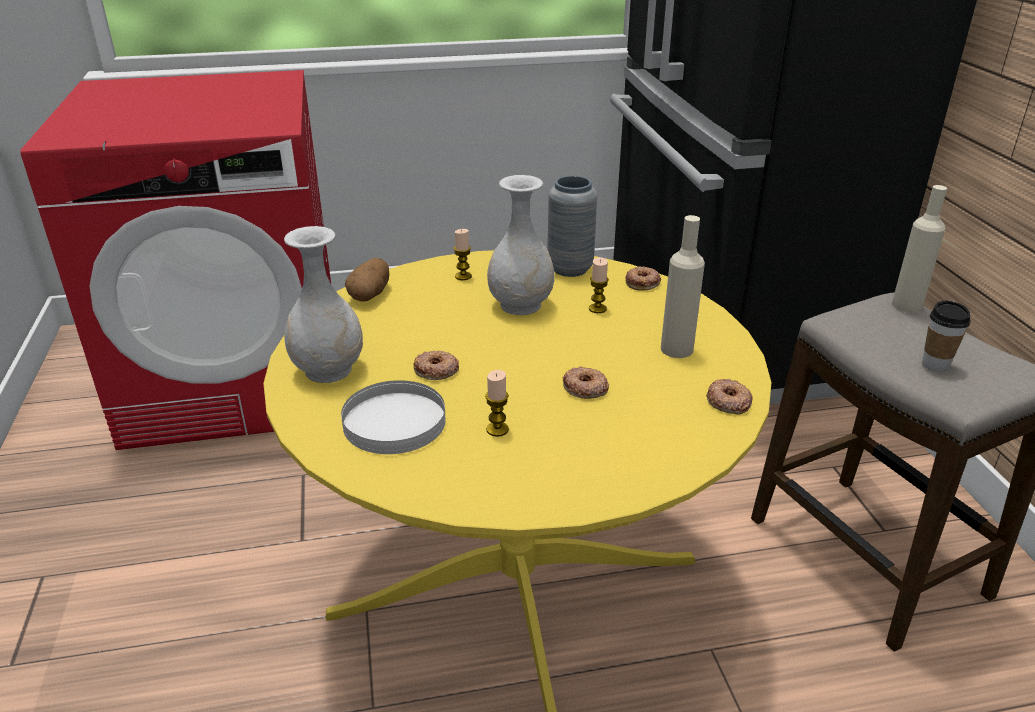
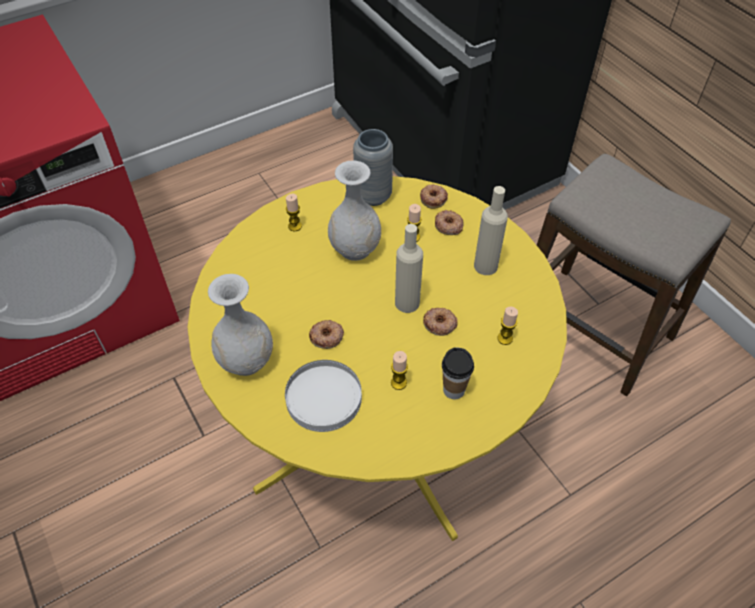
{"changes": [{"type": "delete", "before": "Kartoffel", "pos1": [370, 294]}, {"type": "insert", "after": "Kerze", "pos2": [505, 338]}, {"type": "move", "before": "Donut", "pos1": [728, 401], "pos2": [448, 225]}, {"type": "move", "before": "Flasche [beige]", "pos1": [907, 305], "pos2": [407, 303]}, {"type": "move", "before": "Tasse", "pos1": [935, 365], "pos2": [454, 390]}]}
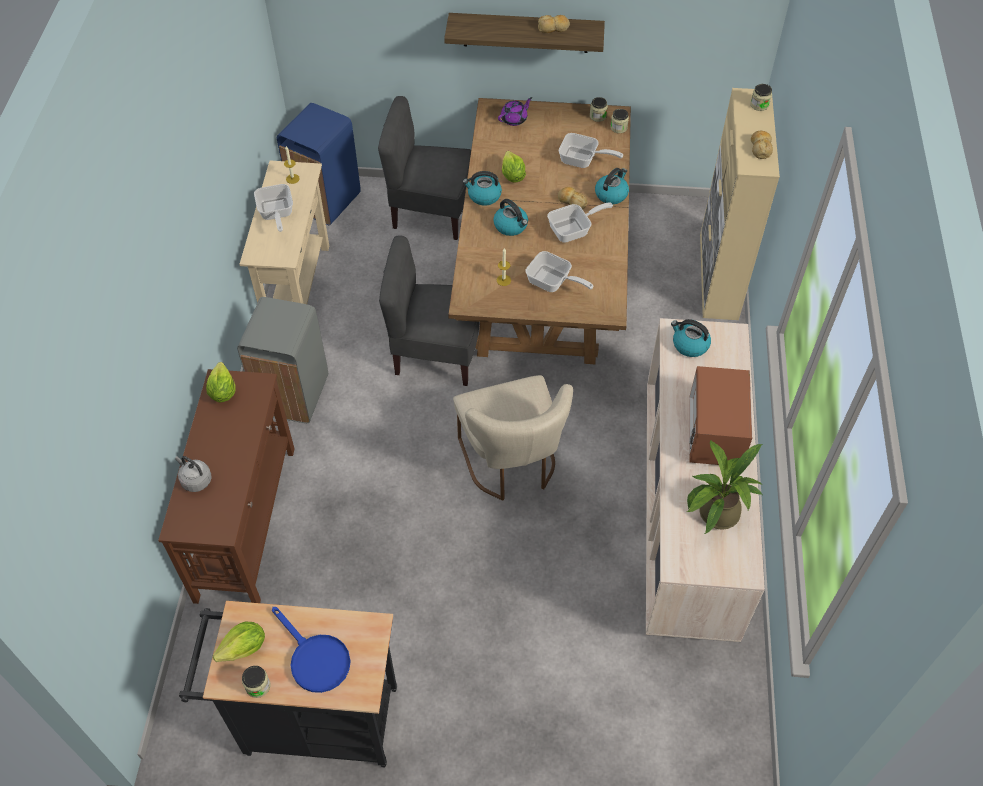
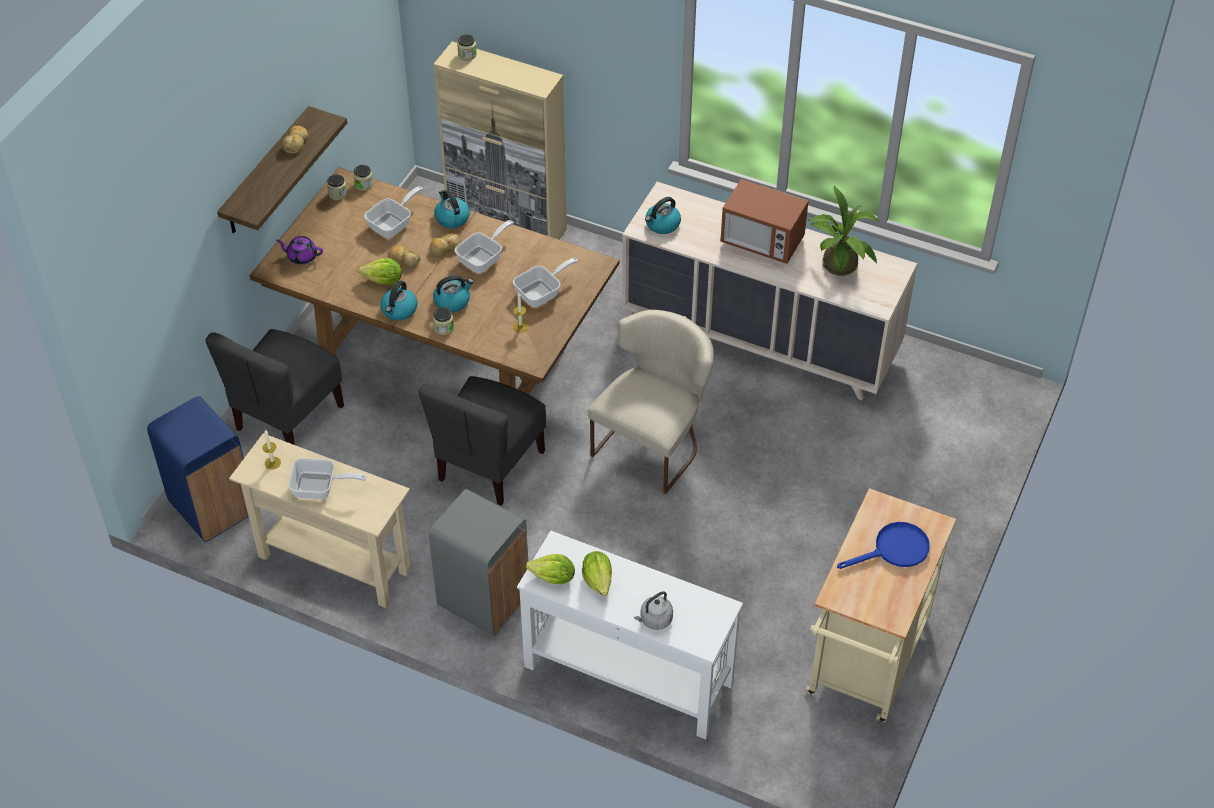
{"changes": [{"type": "move", "before": "Salatkopf", "pos1": [244, 649], "pos2": [598, 580]}, {"type": "move", "before": "Vorratsglas", "pos1": [258, 686], "pos2": [444, 328]}, {"type": "move", "before": "Brot", "pos1": [760, 148], "pos2": [404, 260]}, {"type": "recolor", "before": "Konsolentisch [braun]", "after": "Konsolentisch [weiß]", "pos1": [247, 521], "pos2": [627, 674]}, {"type": "recolor", "before": "Rollwagen [schwarz]", "after": "Rollwagen [beige]", "pos1": [312, 720], "pos2": [865, 665]}, {"type": "rotate", "before": "Stuhl [beige]", "pos1": [512, 464], "pos2": [653, 443], "turn": -60}, {"type": "rotate", "before": "Teekanne [lila]", "pos1": [514, 119], "pos2": [302, 256], "turn": -60}, {"type": "rotate", "before": "Pfanne", "pos1": [574, 230], "pos2": [484, 258], "turn": 45}]}
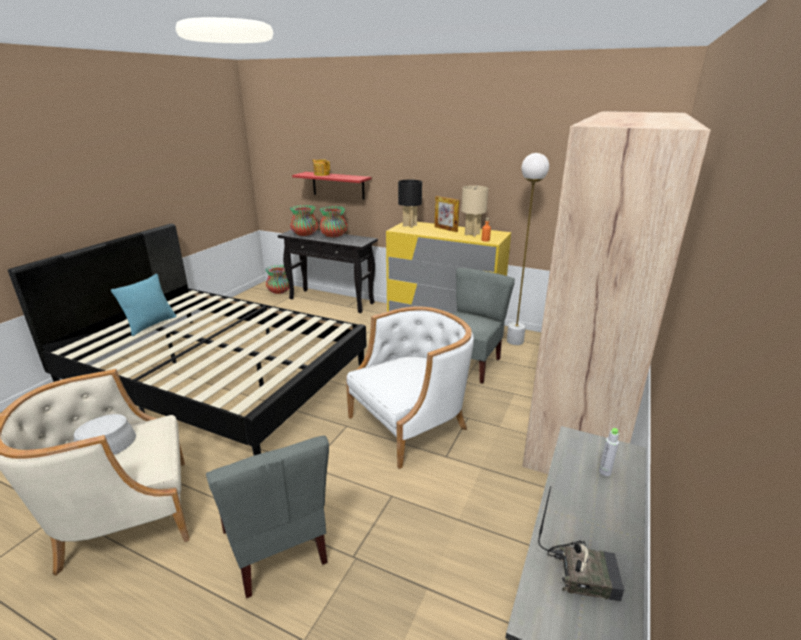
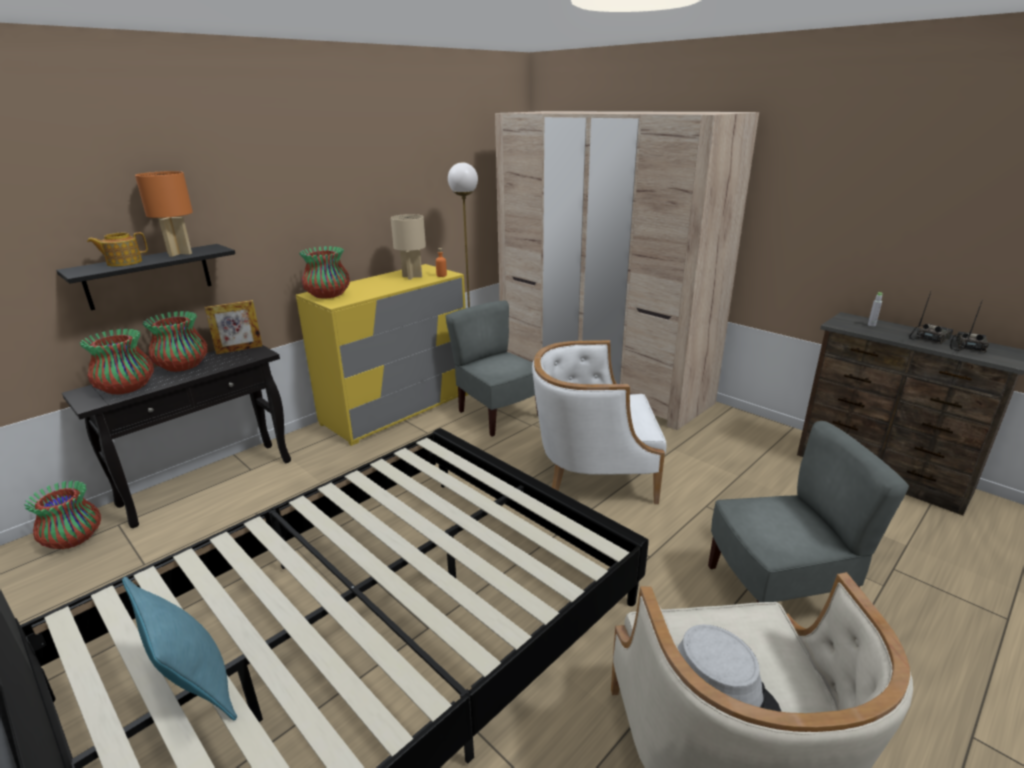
{"changes": [{"type": "insert", "after": "Tischlampe [orange]", "pos2": [180, 253]}, {"type": "insert", "after": "Radio", "pos2": [929, 338]}, {"type": "move", "before": "Bilderrahmen", "pos1": [445, 229], "pos2": [239, 349]}, {"type": "replace", "before": "Tischlampe [schwarz]", "after": "Vase", "pos1": [410, 225], "pos2": [328, 295]}, {"type": "recolor", "before": "Wandregal [rot]", "after": "Wandregal [schwarz]", "pos1": [338, 185], "pos2": [148, 276]}, {"type": "rotate", "before": "Sessel [weiß]", "pos1": [411, 424], "pos2": [593, 472], "turn": -75}]}
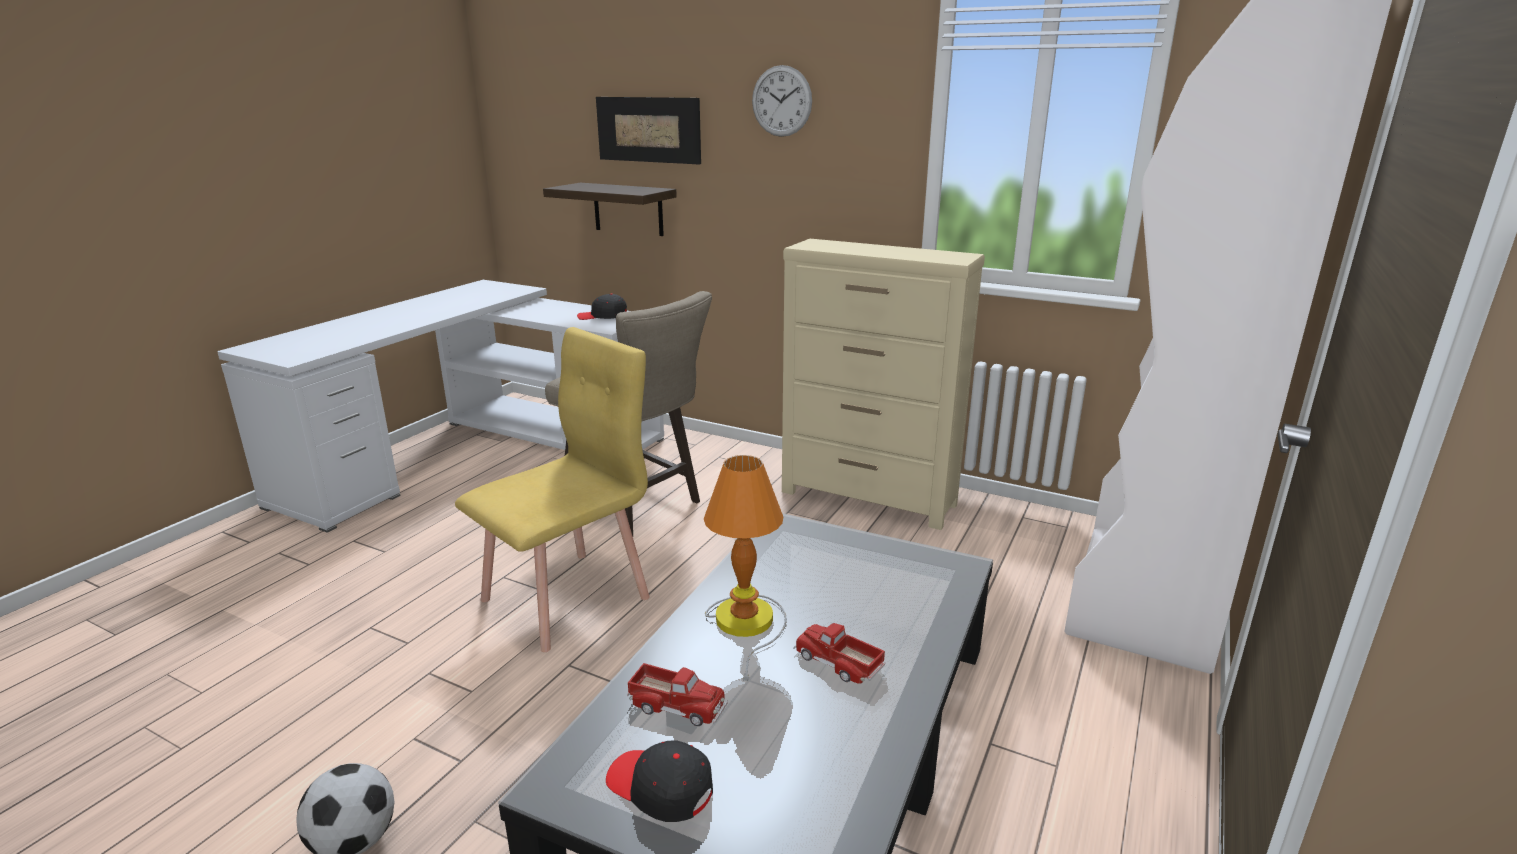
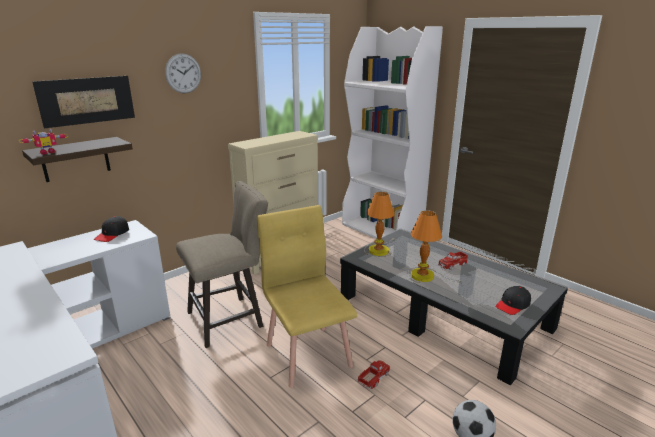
{"changes": [{"type": "insert", "after": "Spielzeugroboter", "pos2": [47, 152]}, {"type": "insert", "after": "Tischlampe", "pos2": [378, 250]}, {"type": "move", "before": "Spielzeuglaster", "pos1": [677, 705], "pos2": [374, 378]}]}
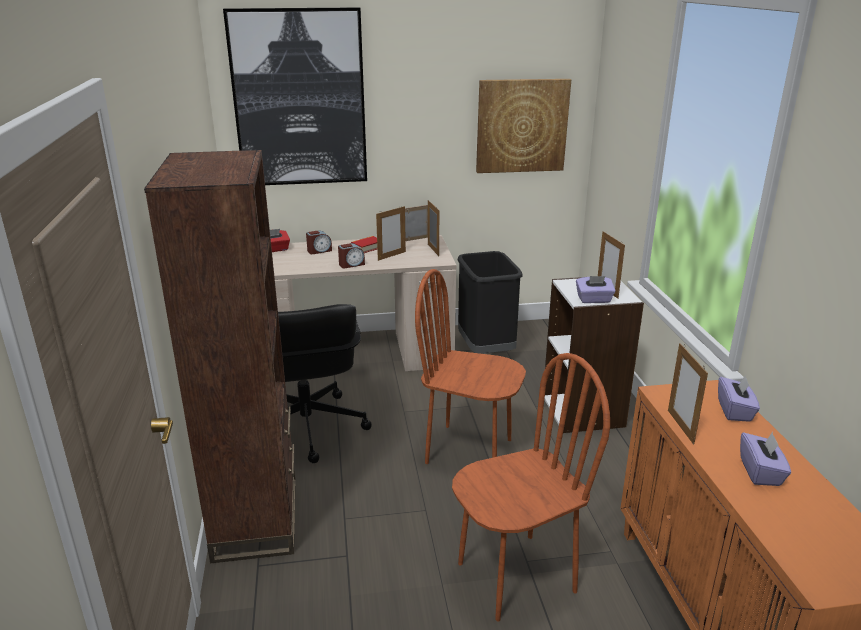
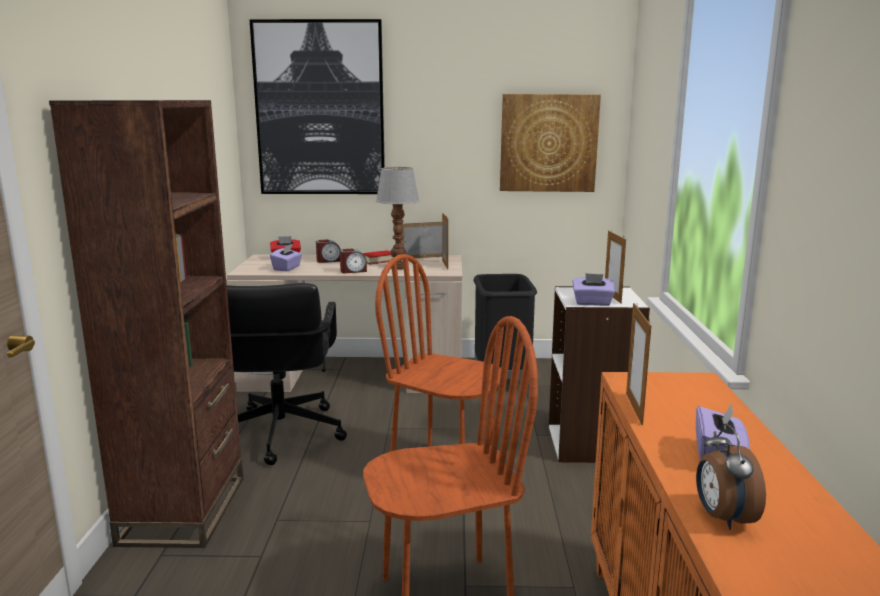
{"changes": [{"type": "insert", "after": "Wecker", "pos2": [722, 518]}, {"type": "move", "before": "Taschentuchbox [lila]", "pos1": [735, 411], "pos2": [287, 268]}, {"type": "replace", "before": "Bilderrahmen", "after": "Tischlampe", "pos1": [391, 256], "pos2": [399, 267]}]}
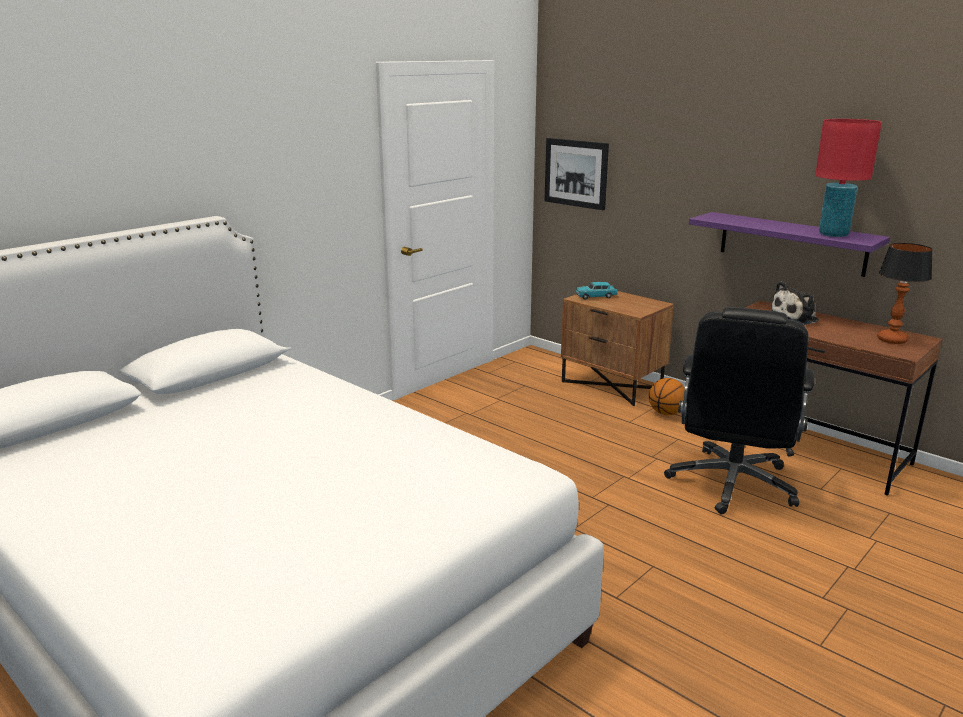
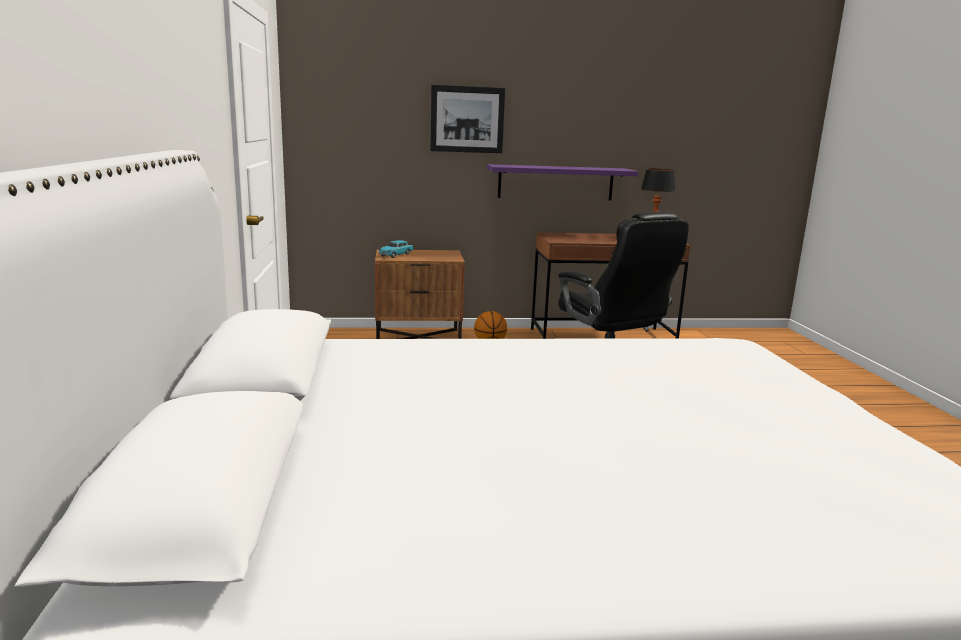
{"changes": [{"type": "delete", "before": "Plüschtier", "pos1": [796, 318]}, {"type": "delete", "before": "Tischlampe [rot]", "pos1": [833, 234]}, {"type": "move", "before": "Bild", "pos1": [576, 173], "pos2": [467, 119]}]}
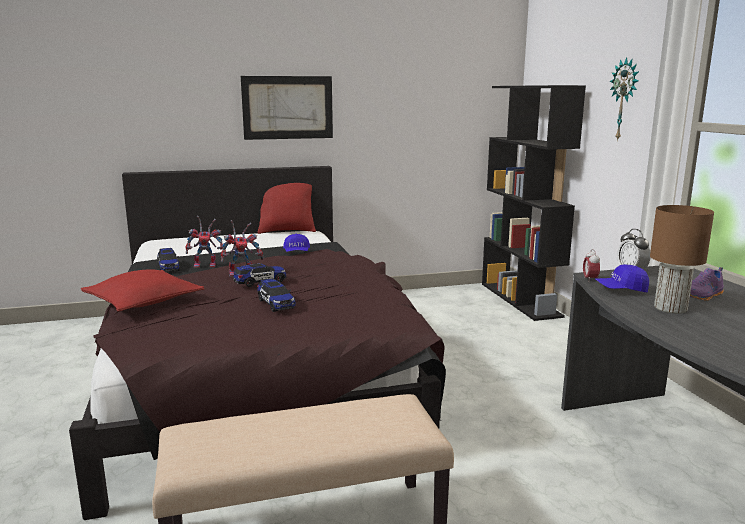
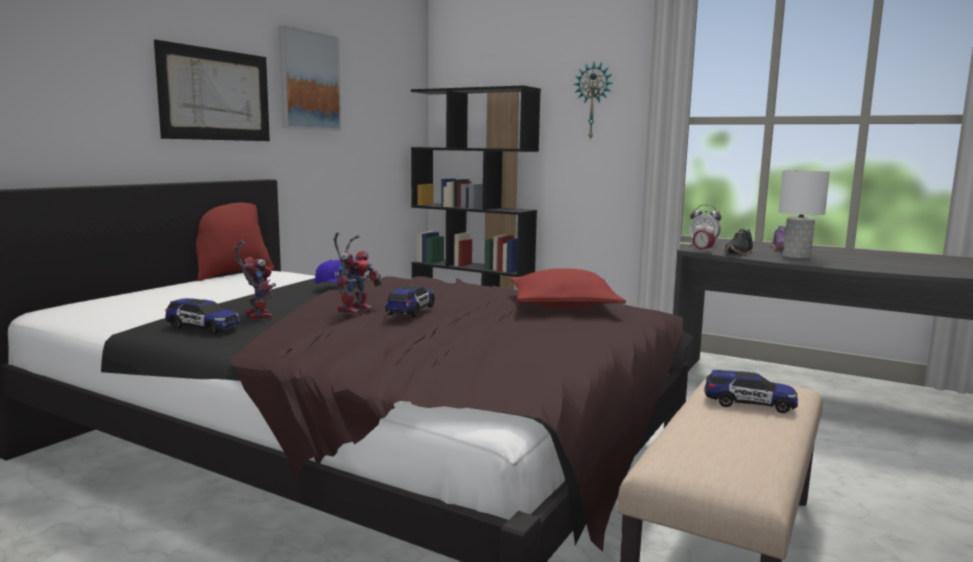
{"changes": [{"type": "insert", "after": "Bild", "pos2": [309, 81]}, {"type": "move", "before": "Kissen [rot]", "pos1": [144, 302], "pos2": [563, 305]}, {"type": "move", "before": "Spielzeugauto", "pos1": [276, 304], "pos2": [749, 404]}, {"type": "replace", "before": "Kappe [blau]", "after": "Schuh [schwarz]", "pos1": [621, 290], "pos2": [740, 253]}, {"type": "recolor", "before": "Tischlampe [braun]", "after": "Tischlampe [weiß]", "pos1": [671, 309], "pos2": [797, 257]}, {"type": "rotate", "before": "Spielzeugroboter", "pos1": [207, 265], "pos2": [255, 315], "turn": -60}]}
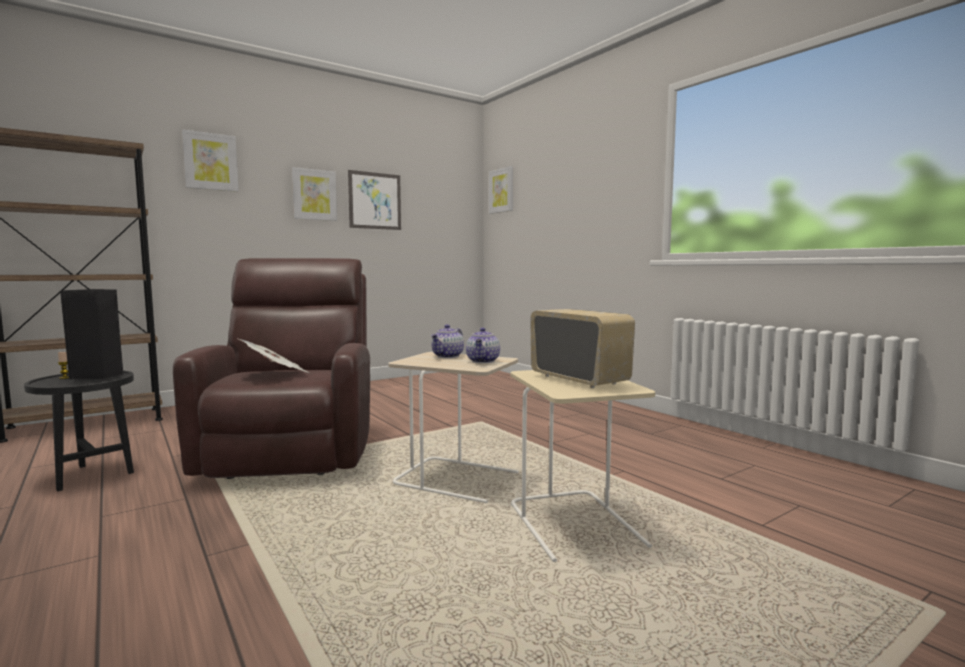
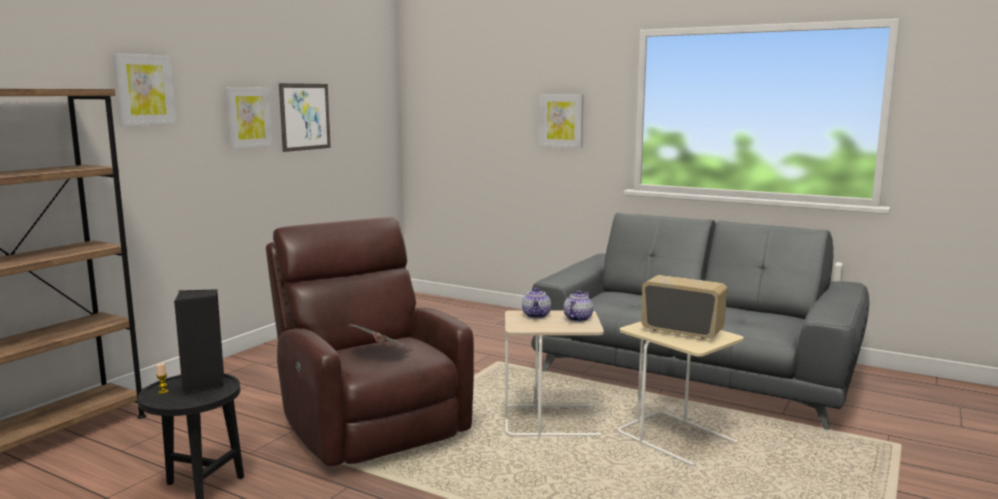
{"changes": [{"type": "insert", "after": "Sofa [grau]", "pos2": [695, 373]}, {"type": "move", "before": "Bild", "pos1": [501, 190], "pos2": [562, 120]}, {"type": "rotate", "before": "Teekanne", "pos1": [483, 361], "pos2": [577, 318], "turn": -135}]}
